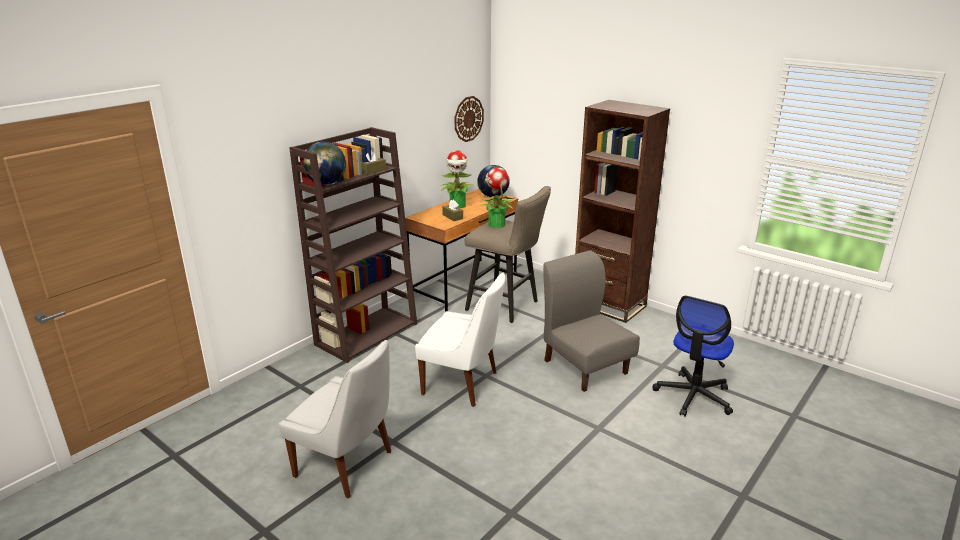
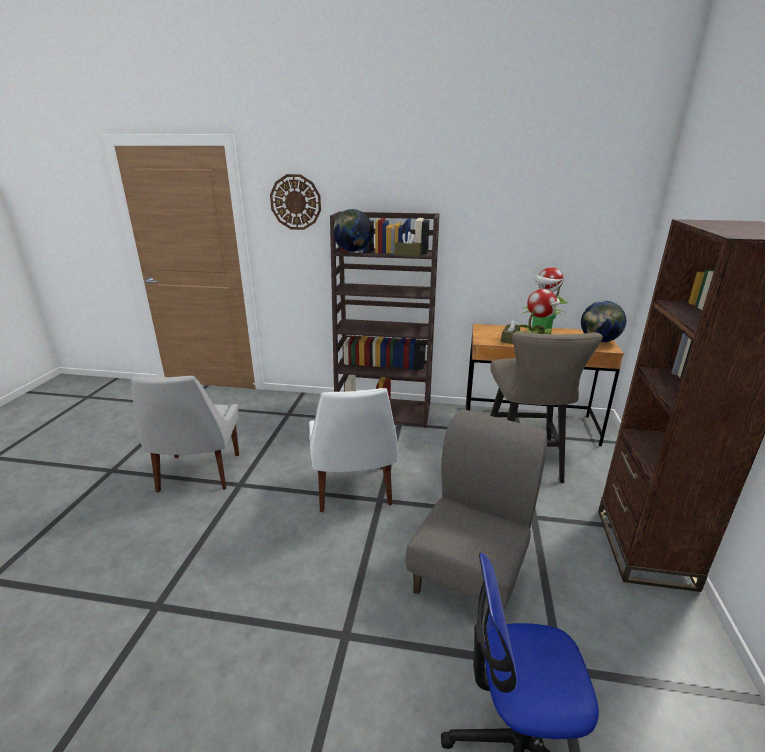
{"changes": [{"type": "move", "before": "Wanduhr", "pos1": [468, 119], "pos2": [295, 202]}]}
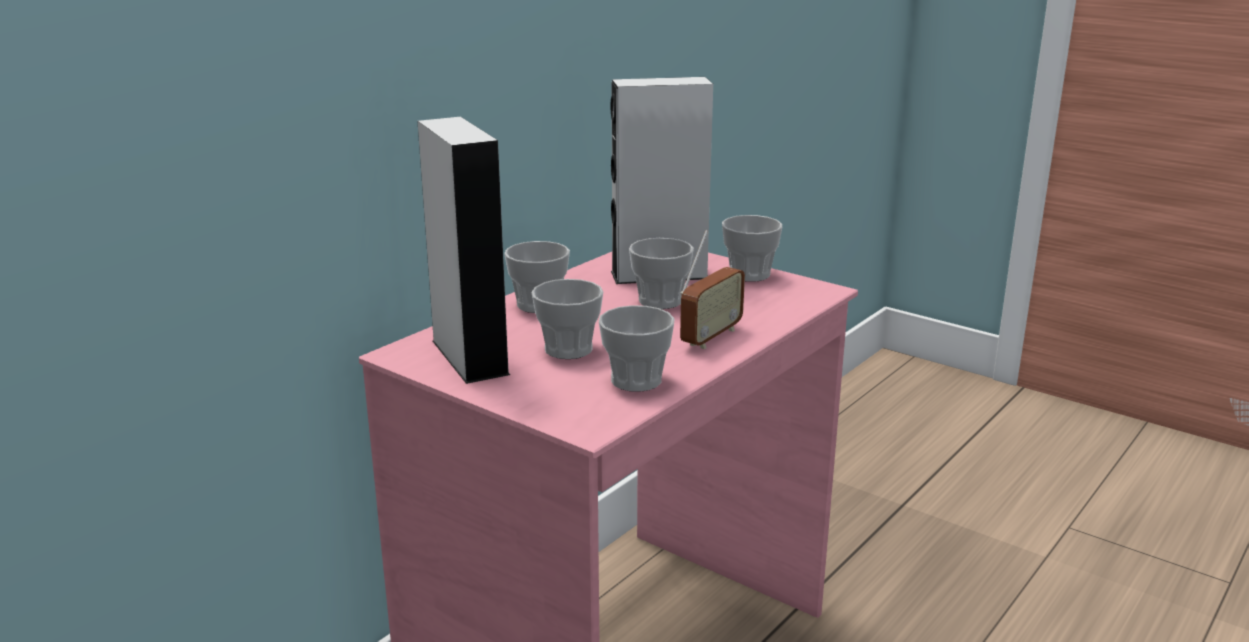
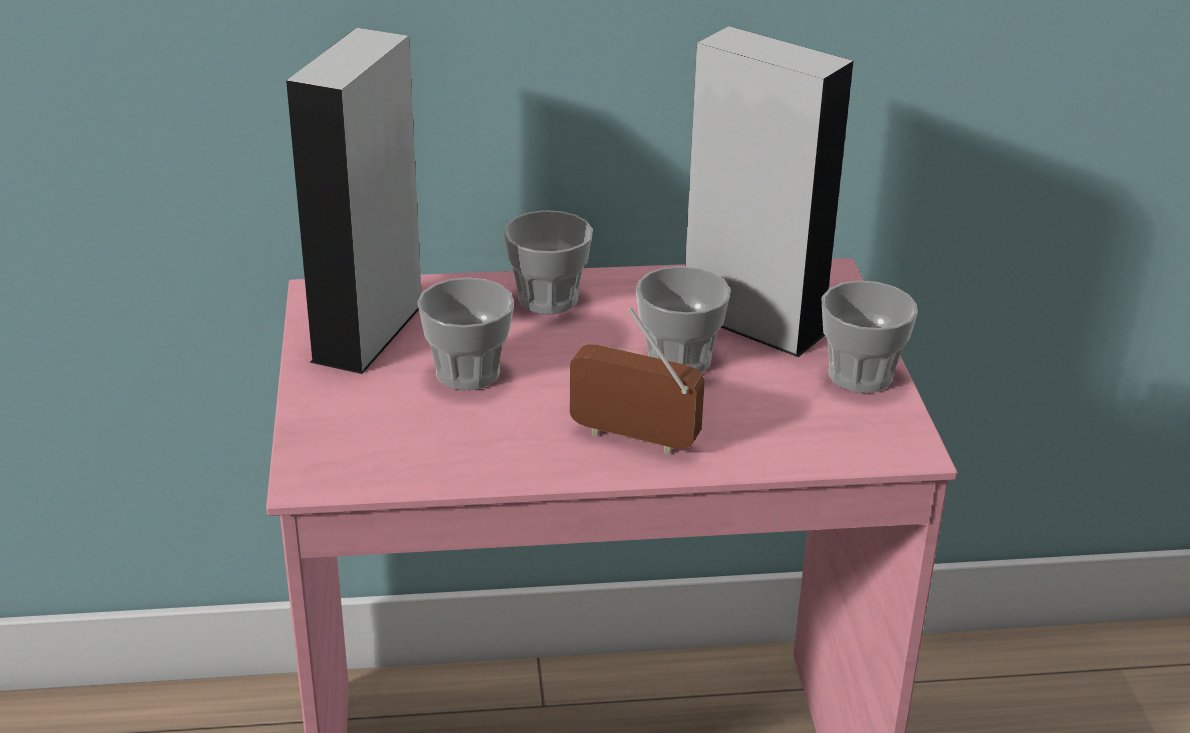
{"changes": [{"type": "delete", "before": "Tasse", "pos1": [636, 380]}, {"type": "rotate", "before": "Radio", "pos1": [711, 337], "pos2": [633, 439], "turn": -150}]}
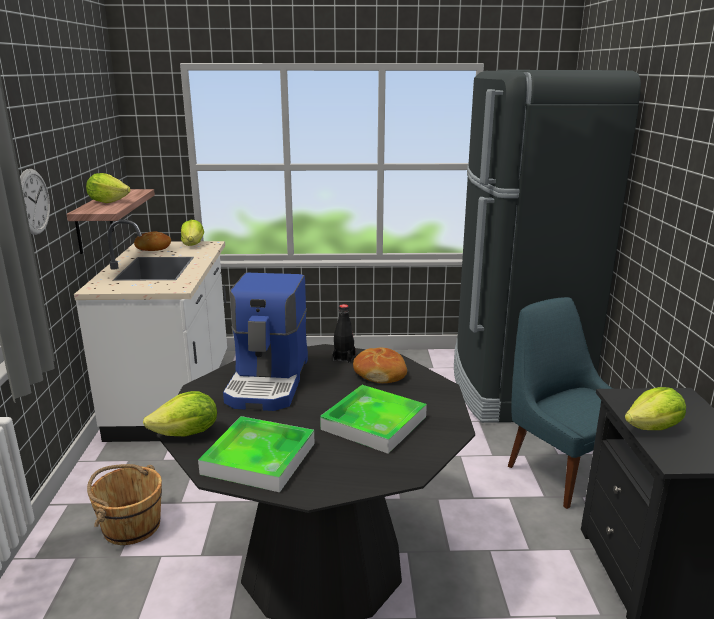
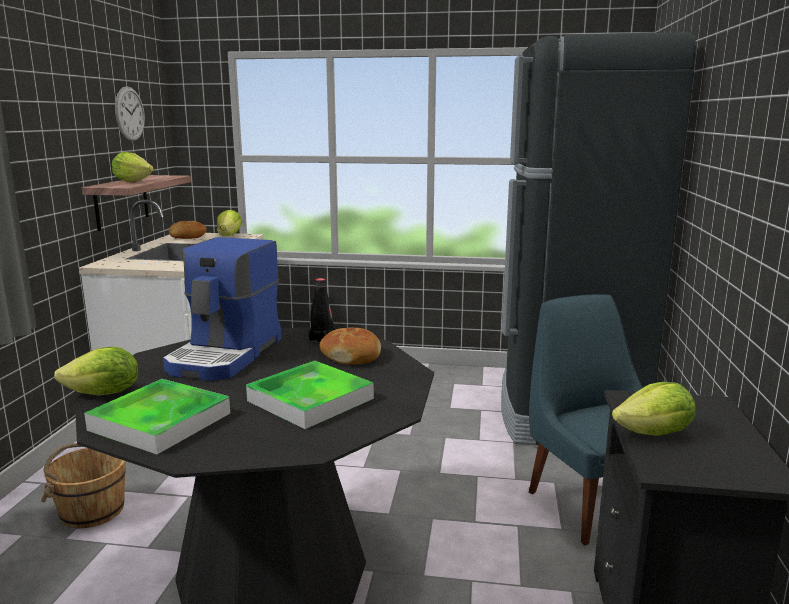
{"changes": [{"type": "move", "before": "Wanduhr", "pos1": [33, 202], "pos2": [129, 114]}]}
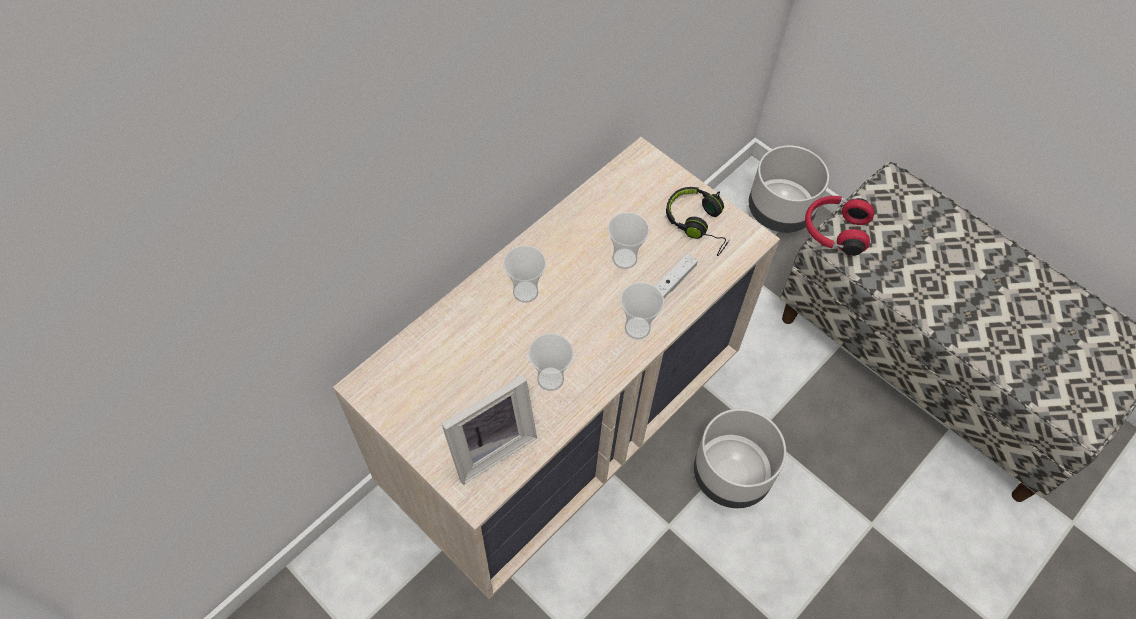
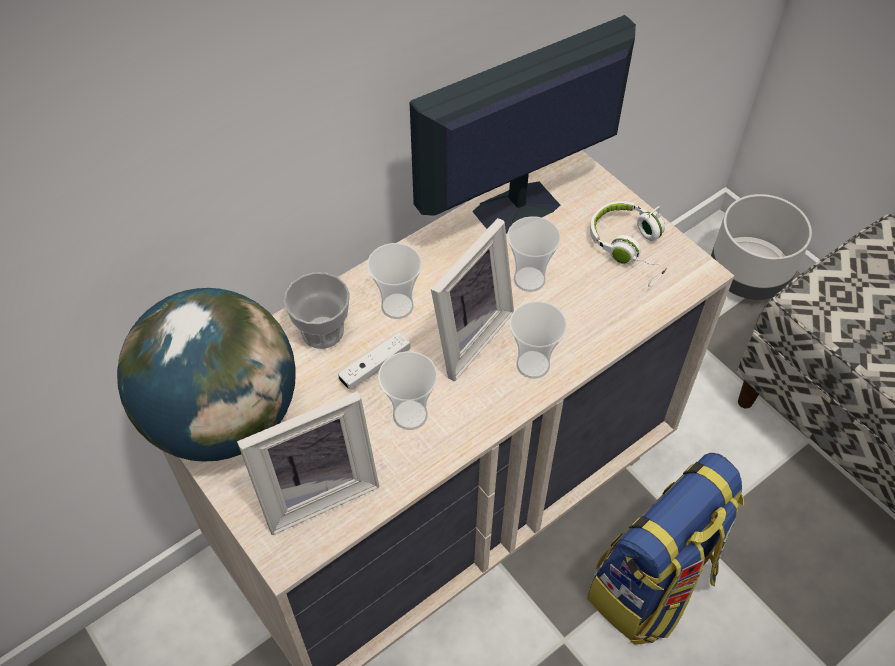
{"changes": [{"type": "delete", "before": "Kopfhörer [rot]", "pos1": [834, 231]}, {"type": "insert", "after": "Globus", "pos2": [222, 418]}, {"type": "insert", "after": "Tasse", "pos2": [322, 331]}, {"type": "insert", "after": "Monitor", "pos2": [514, 209]}, {"type": "insert", "after": "Bilderrahmen", "pos2": [465, 335]}, {"type": "move", "before": "Gamepad [weiß]", "pos1": [673, 281], "pos2": [375, 366]}, {"type": "replace", "before": "Pflanzkübel [grau]", "after": "Rucksack", "pos1": [731, 475], "pos2": [652, 585]}, {"type": "recolor", "before": "Kopfhörer [schwarz]", "after": "Kopfhörer [weiß]", "pos1": [699, 224], "pos2": [631, 248]}]}
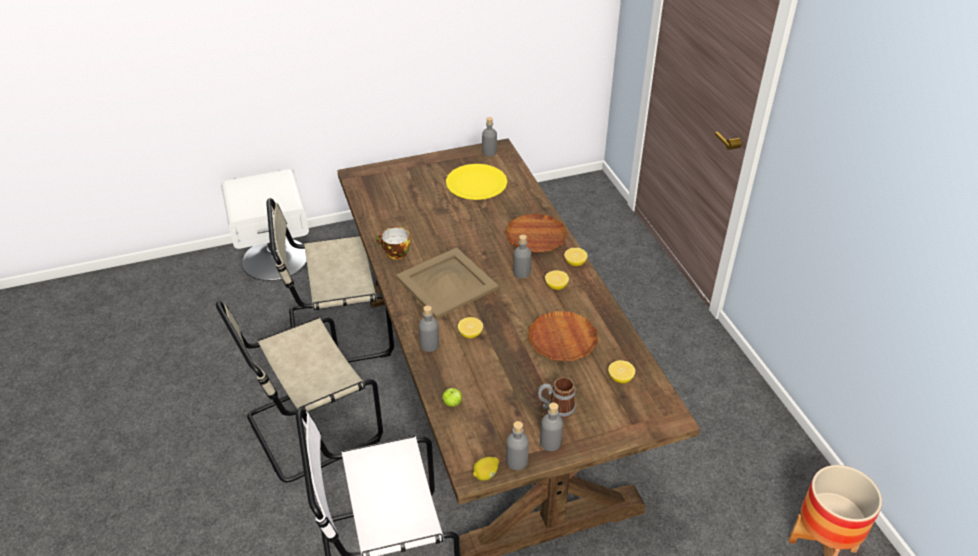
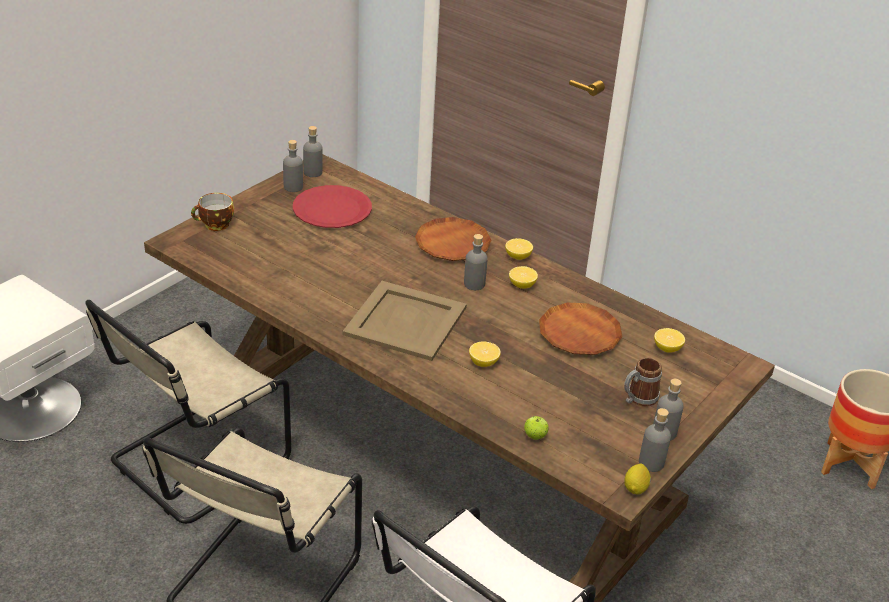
{"changes": [{"type": "move", "before": "Tasse", "pos1": [394, 253], "pos2": [215, 225]}, {"type": "move", "before": "Flasche [grau]", "pos1": [429, 345], "pos2": [293, 187]}, {"type": "recolor", "before": "Teller [gelb]", "after": "Teller [rot]", "pos1": [476, 183], "pos2": [332, 209]}]}
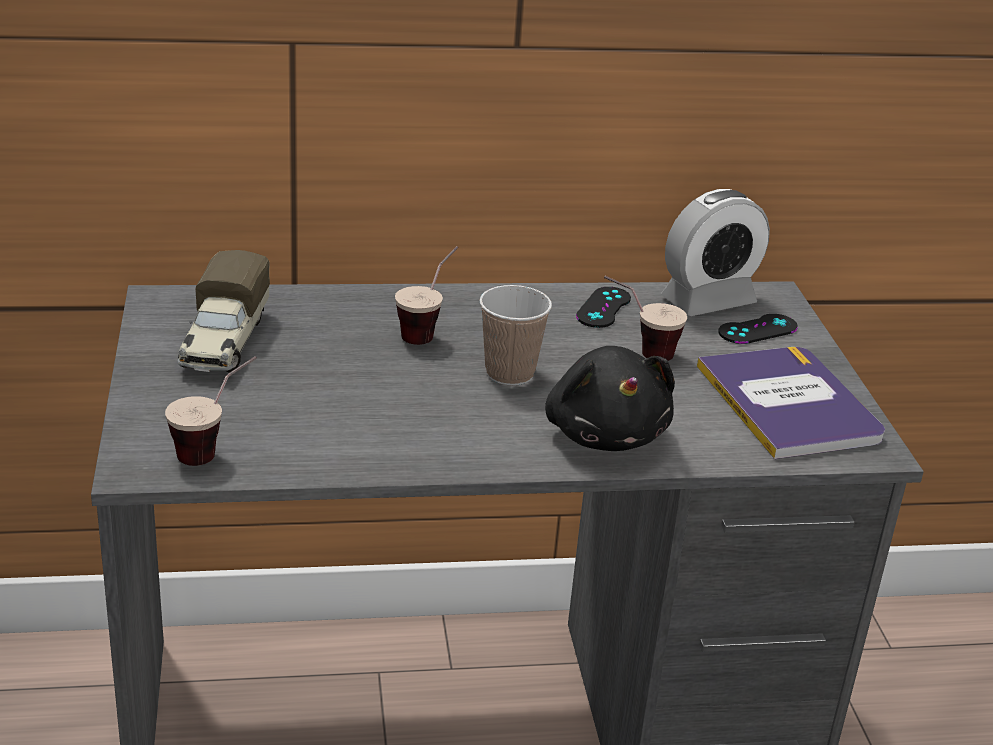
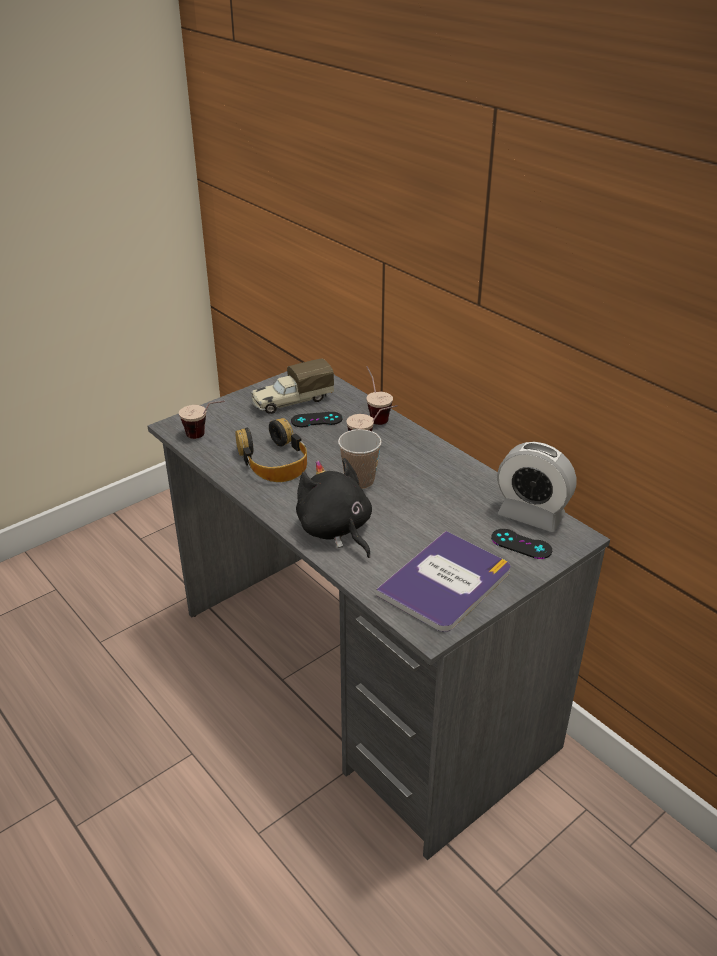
{"changes": [{"type": "insert", "after": "Kopfhörer", "pos2": [274, 461]}, {"type": "move", "before": "Gamepad [schwarz]", "pos1": [603, 308], "pos2": [316, 420]}, {"type": "move", "before": "Tasse", "pos1": [638, 352], "pos2": [375, 415]}, {"type": "rotate", "before": "Plüschtier [schwarz]", "pos1": [605, 433], "pos2": [335, 530], "turn": 105}]}
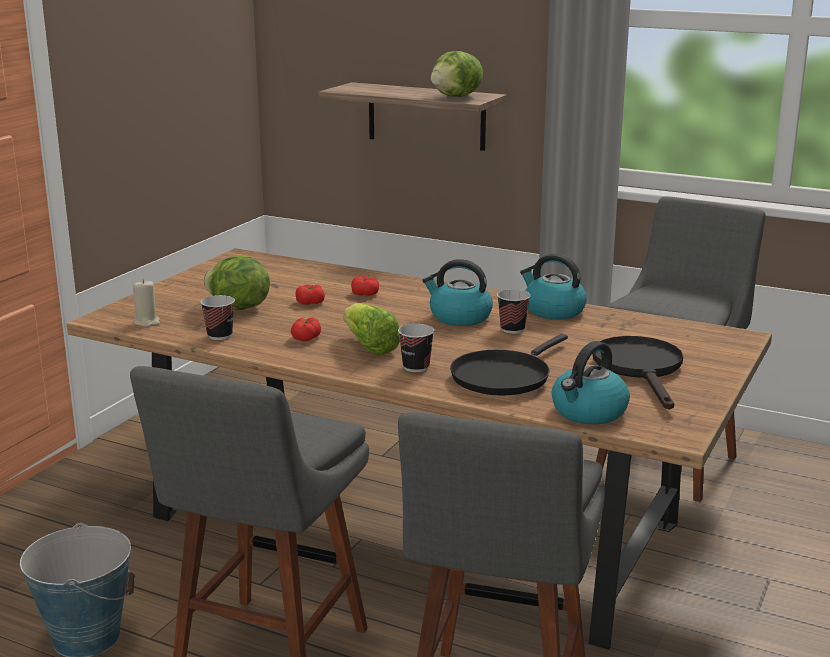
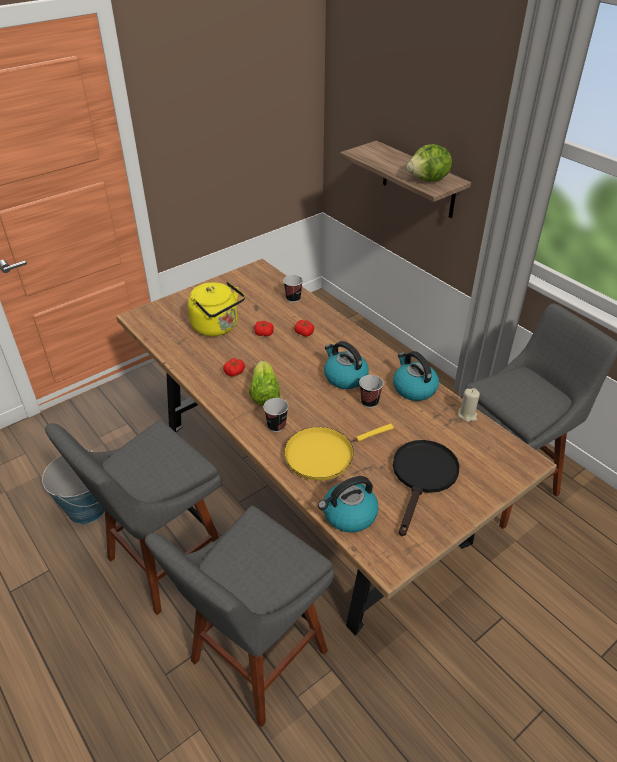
{"changes": [{"type": "move", "before": "Kerze [beige]", "pos1": [147, 322], "pos2": [467, 415]}, {"type": "move", "before": "Tasse", "pos1": [220, 335], "pos2": [293, 298]}, {"type": "replace", "before": "Salatkopf", "after": "Wasserkessel [gelb]", "pos1": [238, 308], "pos2": [217, 327]}, {"type": "recolor", "before": "Pfanne [schwarz]", "after": "Pfanne [gelb]", "pos1": [503, 376], "pos2": [323, 455]}]}
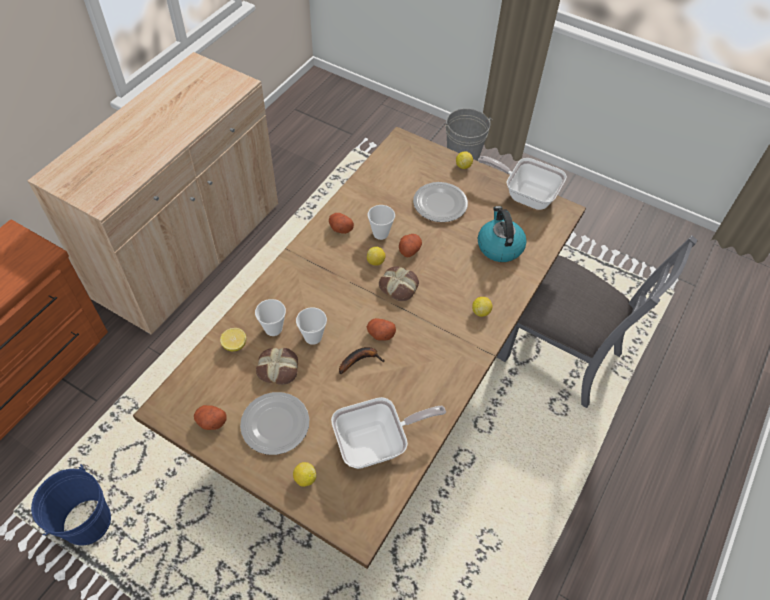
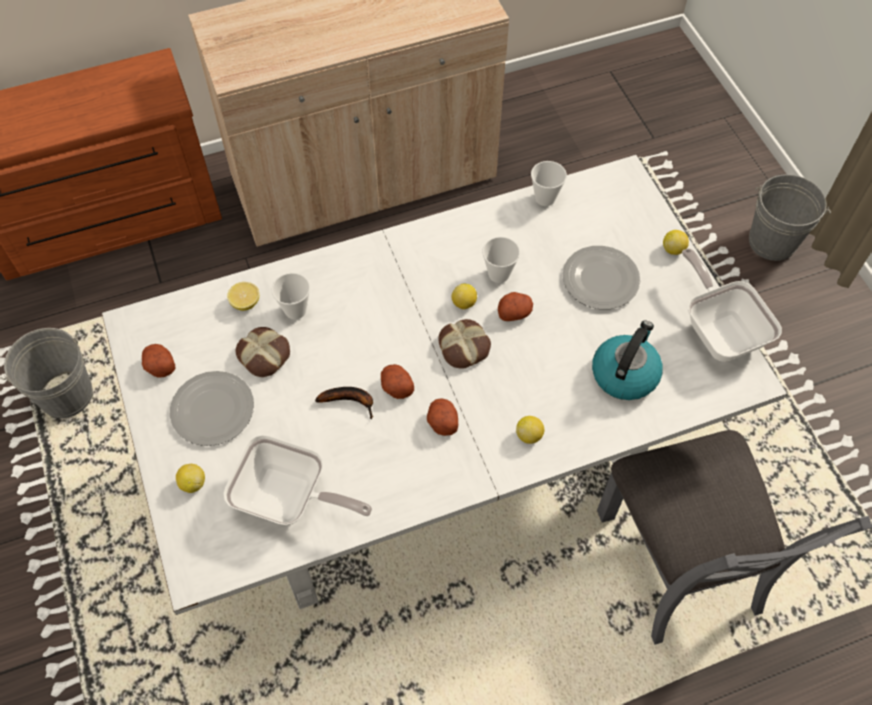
{"changes": [{"type": "move", "before": "Tasse", "pos1": [313, 337], "pos2": [545, 198]}, {"type": "move", "before": "Kartoffel", "pos1": [340, 228], "pos2": [442, 422]}, {"type": "recolor", "before": "Eimer [blau]", "after": "Eimer [grau]", "pos1": [87, 522], "pos2": [67, 395]}, {"type": "recolor", "before": "Esstisch [braun]", "after": "Esstisch [weiß]", "pos1": [381, 387], "pos2": [438, 454]}]}
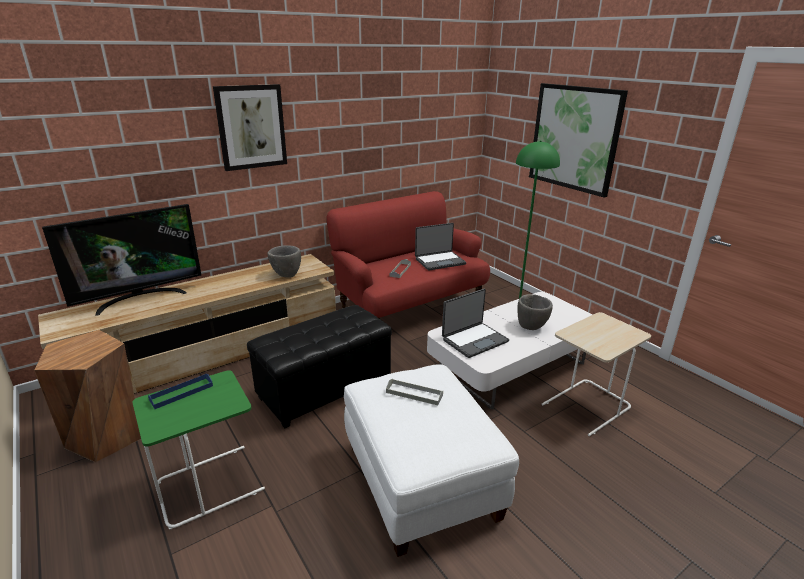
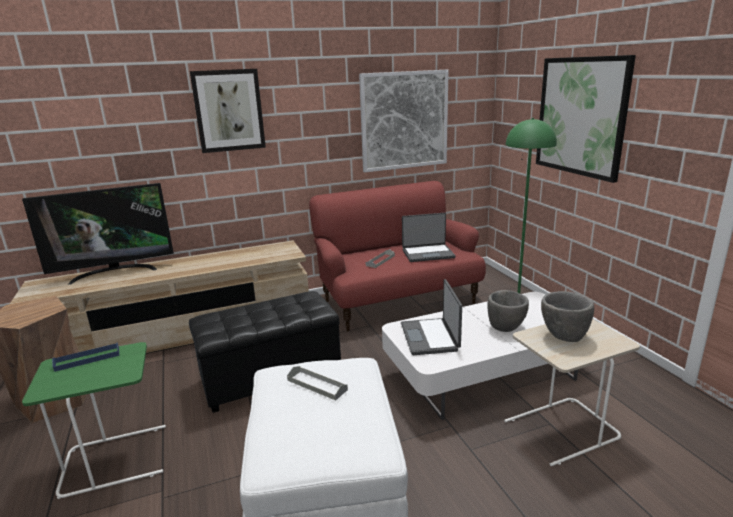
{"changes": [{"type": "insert", "after": "Bild", "pos2": [404, 120]}, {"type": "move", "before": "Schüssel [grau]", "pos1": [286, 275], "pos2": [563, 336]}, {"type": "rotate", "before": "Laptop", "pos1": [474, 340], "pos2": [430, 337], "turn": 105}]}
